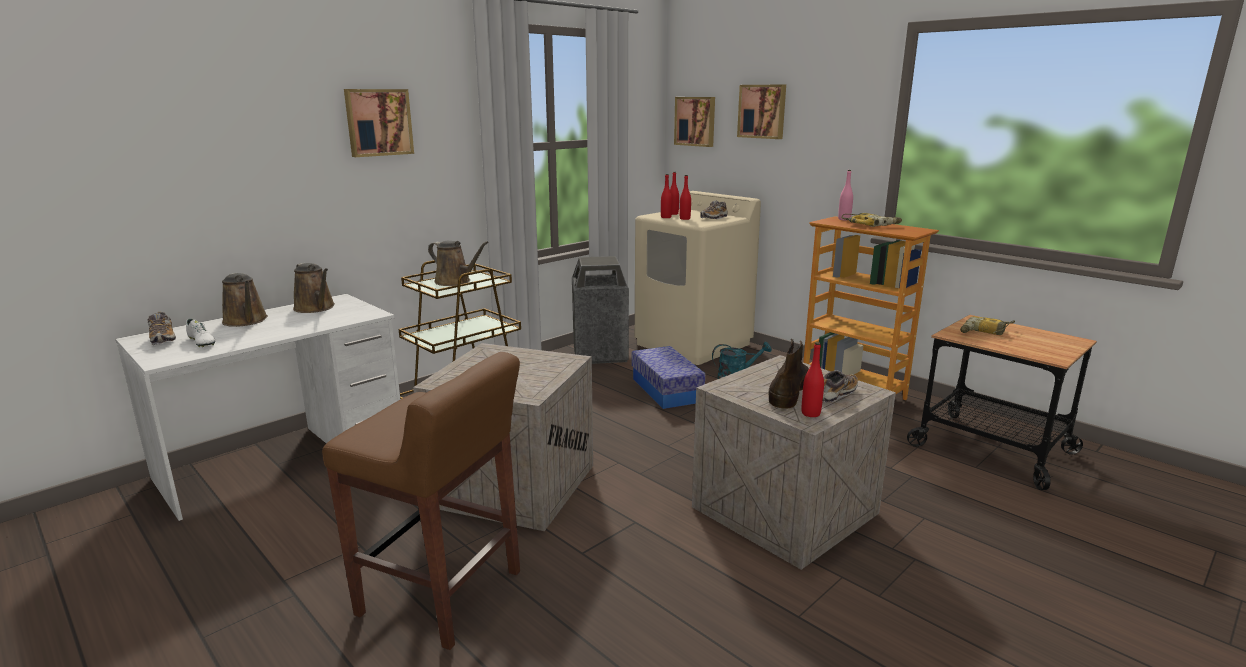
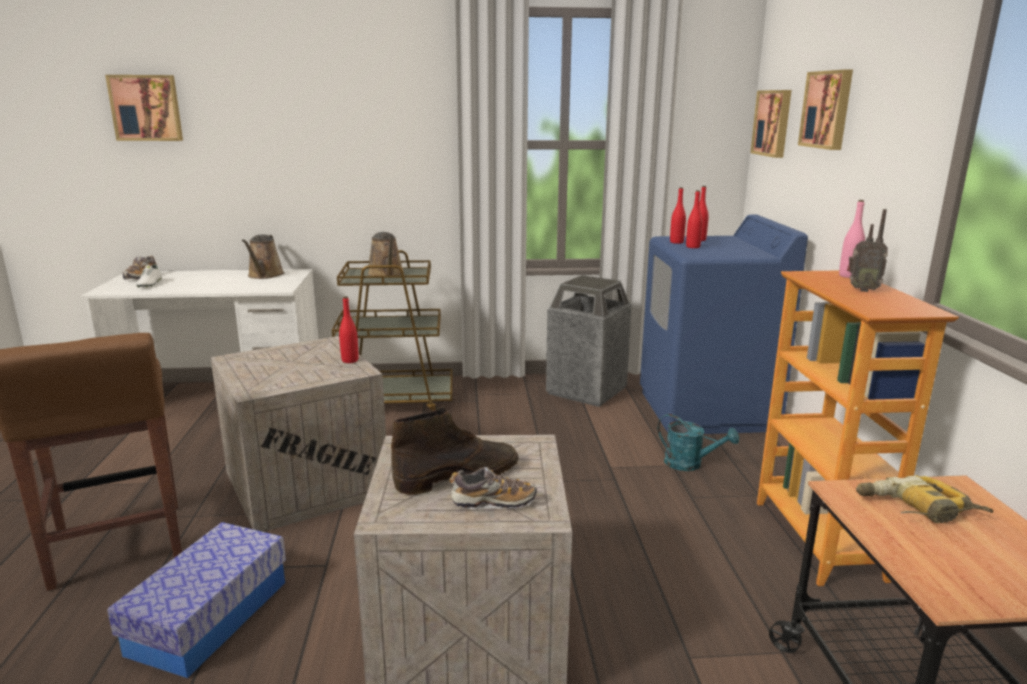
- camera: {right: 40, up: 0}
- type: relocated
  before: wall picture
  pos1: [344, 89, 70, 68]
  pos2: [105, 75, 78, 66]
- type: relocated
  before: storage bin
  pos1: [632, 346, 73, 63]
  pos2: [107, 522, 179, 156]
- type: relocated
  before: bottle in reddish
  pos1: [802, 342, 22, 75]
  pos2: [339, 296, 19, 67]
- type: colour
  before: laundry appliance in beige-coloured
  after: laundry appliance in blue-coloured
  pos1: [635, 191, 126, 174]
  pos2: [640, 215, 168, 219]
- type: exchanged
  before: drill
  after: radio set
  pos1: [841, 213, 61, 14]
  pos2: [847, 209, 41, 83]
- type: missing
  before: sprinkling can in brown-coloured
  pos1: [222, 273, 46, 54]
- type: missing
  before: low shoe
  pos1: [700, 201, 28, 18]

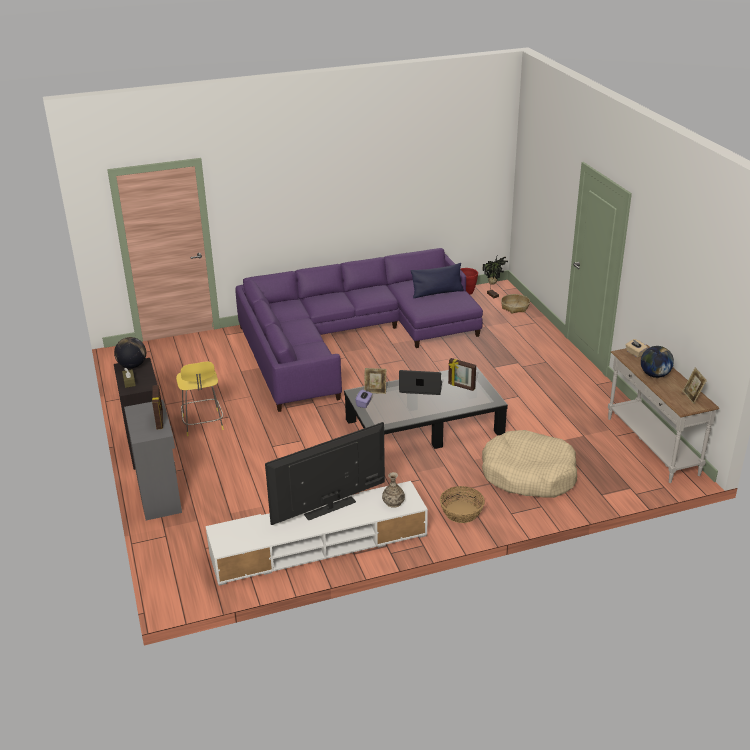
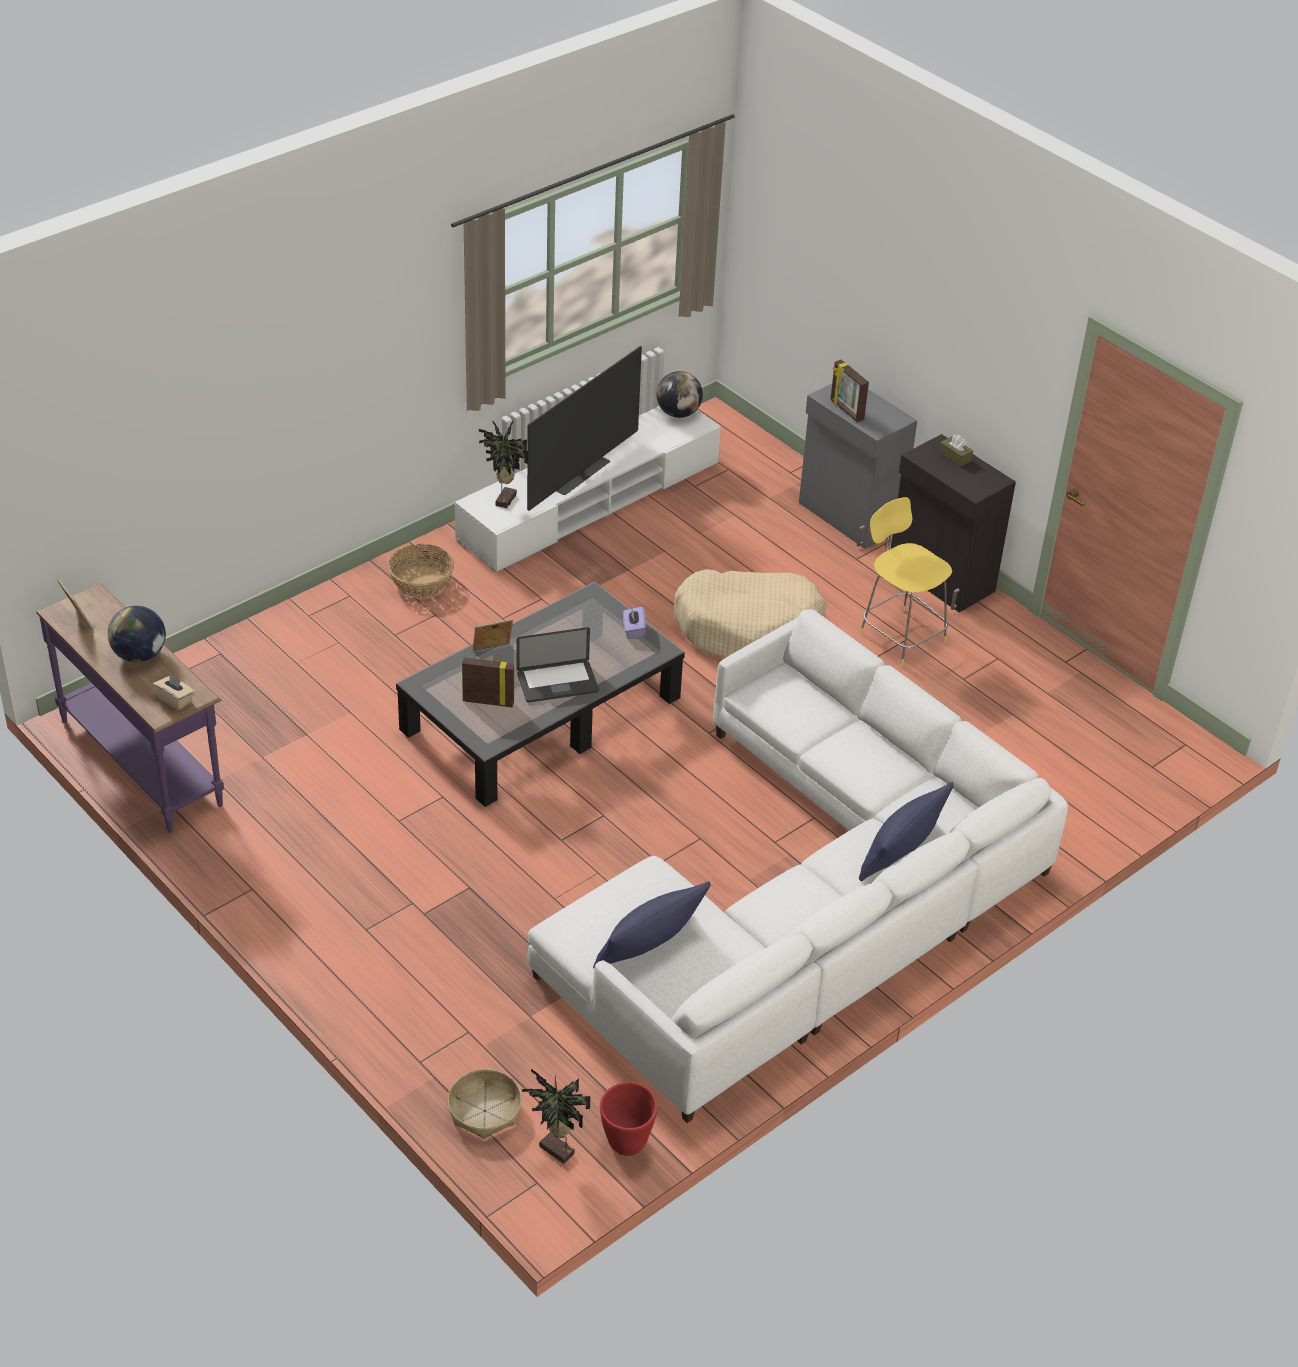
- camera: {right: 155, up: 10}
- type: colour
  before: console table in whitish
  after: console table in purple
  pos1: [608, 344, 111, 139]
  pos2: [36, 584, 188, 249]
- type: relocated
  before: photo frame
  pos1: [364, 368, 22, 26]
  pos2: [472, 619, 41, 32]
- type: exchanged
  before: vase
  after: plant in a pot
  pos1: [382, 472, 23, 36]
  pos2: [479, 421, 48, 88]
- type: colour
  before: sofa in purple
  after: sofa in whitish
  pos1: [236, 248, 247, 164]
  pos2: [527, 609, 541, 514]
- type: relocated
  before: world globe
  pos1: [114, 337, 32, 31]
  pos2: [656, 371, 47, 47]
- type: relocated
  before: dog bed in beige-coloured
  pos1: [482, 430, 95, 68]
  pos2: [673, 569, 154, 89]
- type: appeared
  after: pillow in blue-coloured
  pos2: [859, 782, 95, 99]

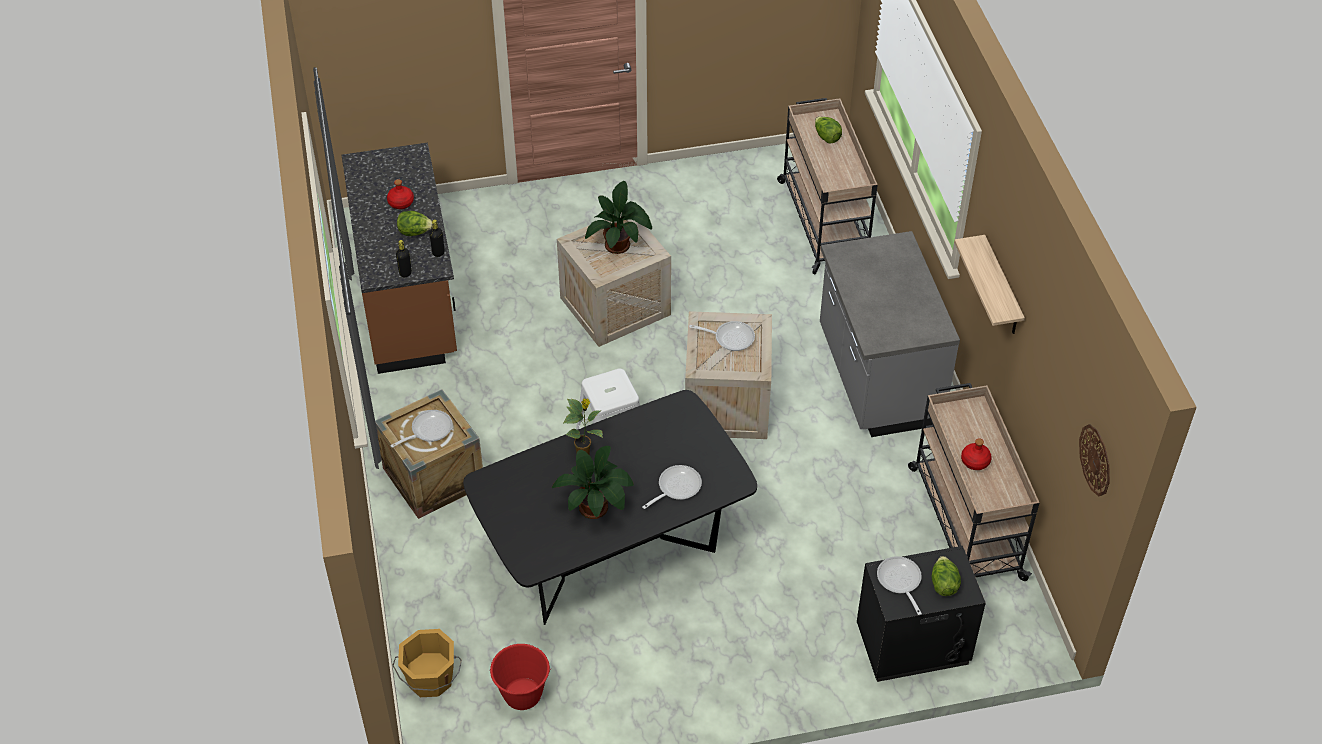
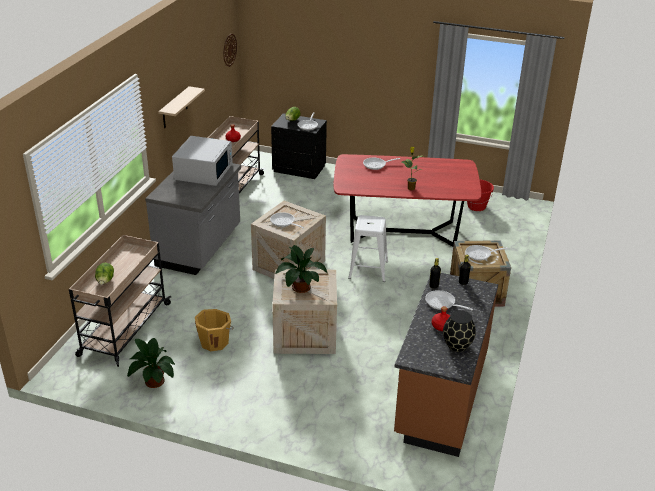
- camera: {right: -150, up: -15}
- type: relocated
  before: plant in a pot
  pos1: [552, 446, 82, 73]
  pos2: [127, 338, 48, 50]
- type: appeared
  after: microwave oven in whitish
  pos2: [172, 136, 61, 50]
- type: relocated
  before: water bucket in orange-coloured
  pos1: [393, 629, 69, 68]
  pos2: [195, 309, 38, 42]
- type: colour
  before: kitchen table in black-coloured
  after: kitchen table in reddish
  pos1: [463, 390, 294, 235]
  pos2: [334, 154, 147, 92]
- type: exchanged
  before: head of lettuce
  after: skillet
  pos1: [397, 211, 36, 25]
  pos2: [425, 290, 48, 20]
- type: appeared
  after: vase in black-coloured
  pos2: [443, 310, 33, 42]

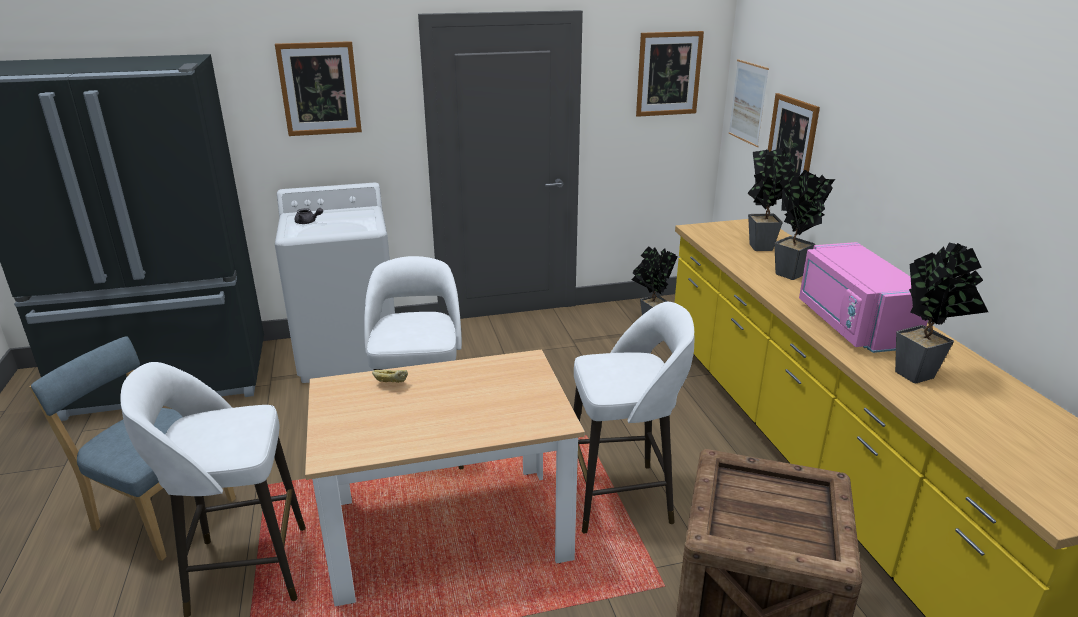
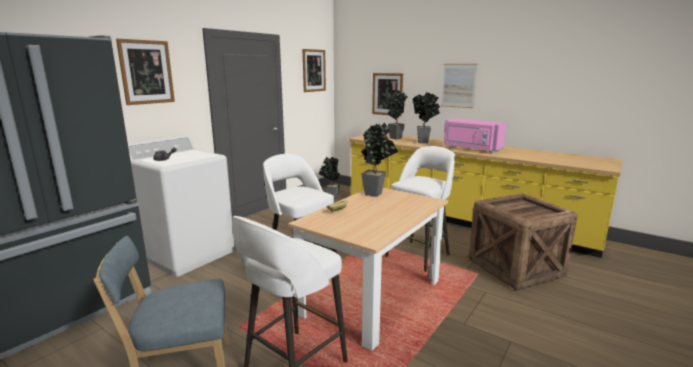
- camera: {right: -40, up: -10}
- type: relocated
  before: plant in a pot
  pos1: [895, 243, 93, 140]
  pos2: [361, 123, 37, 74]
- type: relocated
  before: wall picture
  pos1: [729, 59, 40, 88]
  pos2: [441, 64, 36, 44]

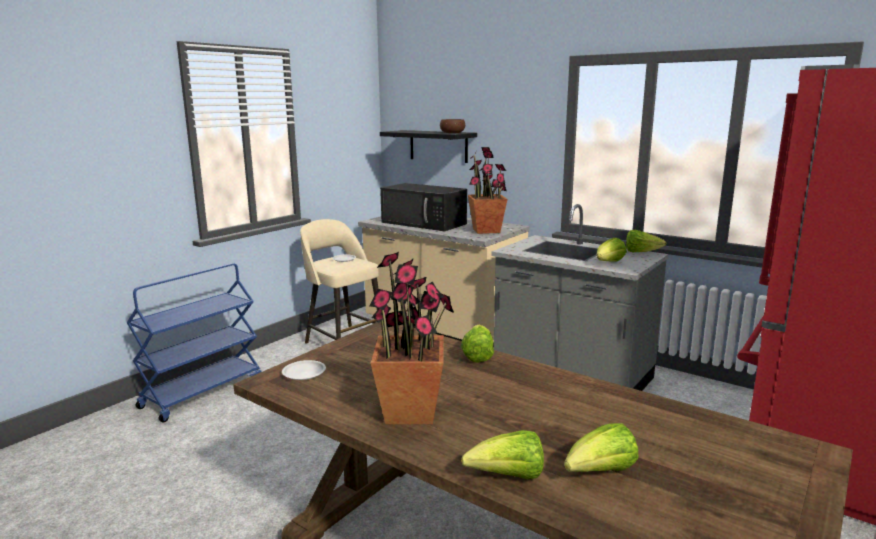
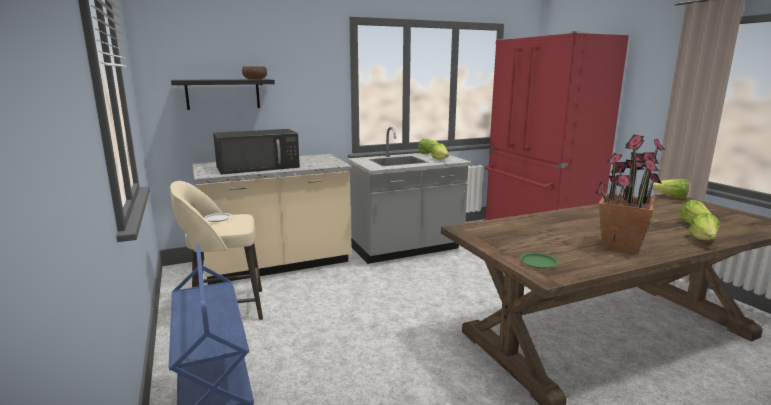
- camera: {right: -60, up: 0}
- type: colour
  before: flat dish in whitish
  after: flat dish in green
  pos1: [282, 360, 44, 20]
  pos2: [520, 253, 39, 16]
- type: relocated
  before: head of lettuce
  pos1: [461, 324, 33, 39]
  pos2: [650, 179, 39, 20]
- type: missing
  before: plant in a pot
  pos1: [468, 147, 40, 87]

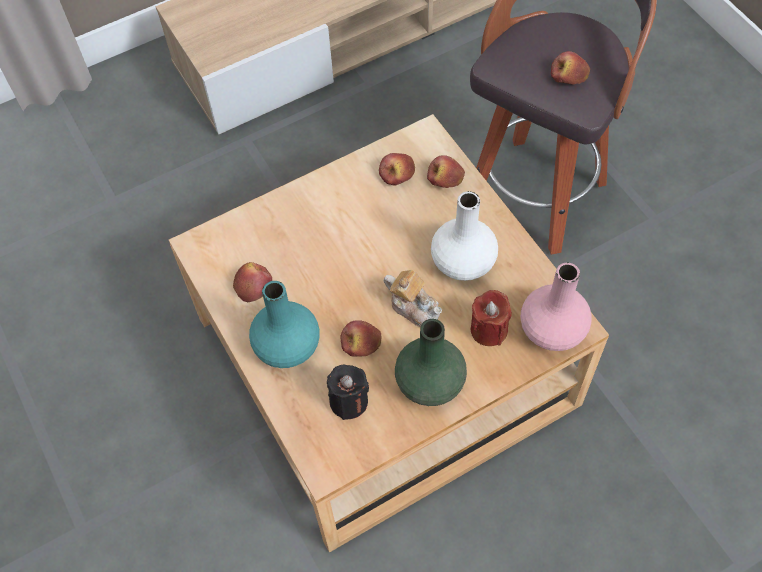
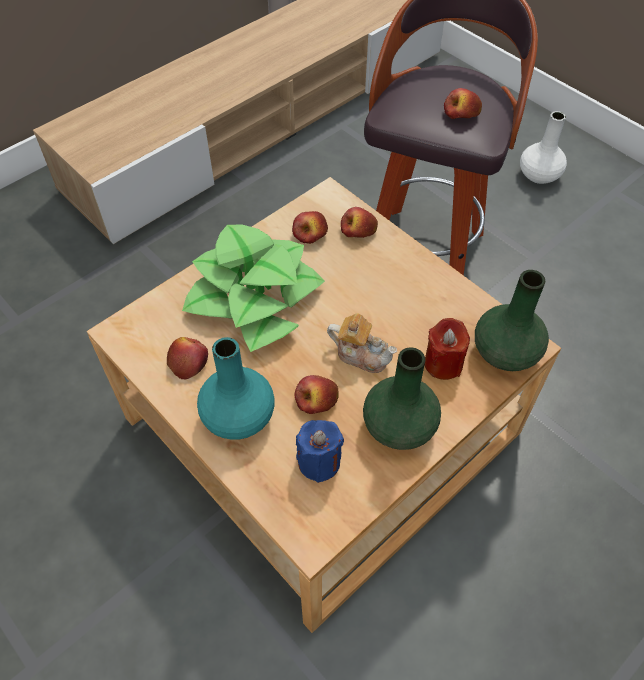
- camera: {right: -15, up: -5}
- type: appeared
  after: plant in a pot
  pos2: [182, 225, 143, 127]
- type: colour
  before: wax candle in black-coloured
  after: wax candle in blue-coloured
  pos1: [327, 364, 42, 56]
  pos2: [296, 420, 48, 63]
- type: colour
  before: vase in pink-coloured
  after: vase in green
  pos1: [520, 262, 72, 89]
  pos2: [475, 270, 74, 101]
- type: relocated
  before: vase in whitish
  pos1: [431, 191, 67, 90]
  pos2: [520, 111, 47, 73]

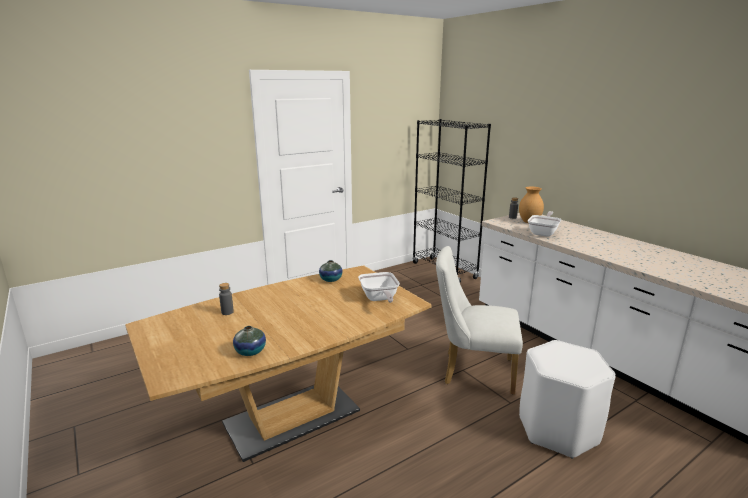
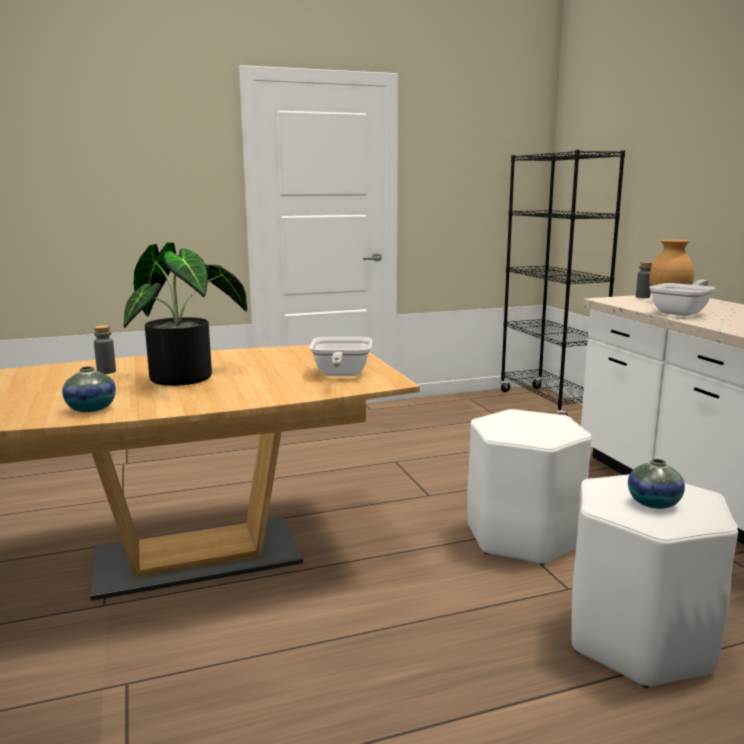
- camera: {right: 15, up: -5}
- type: appeared
  after: plant in a pot
  pos2: [124, 242, 123, 144]
- type: exchanged
  before: plain chair in whitish
  after: sitting stool in whitish
  pos1: [436, 246, 87, 149]
  pos2: [467, 409, 125, 157]
- type: relocated
  before: vase
  pos1: [319, 260, 24, 22]
  pos2: [628, 459, 57, 50]

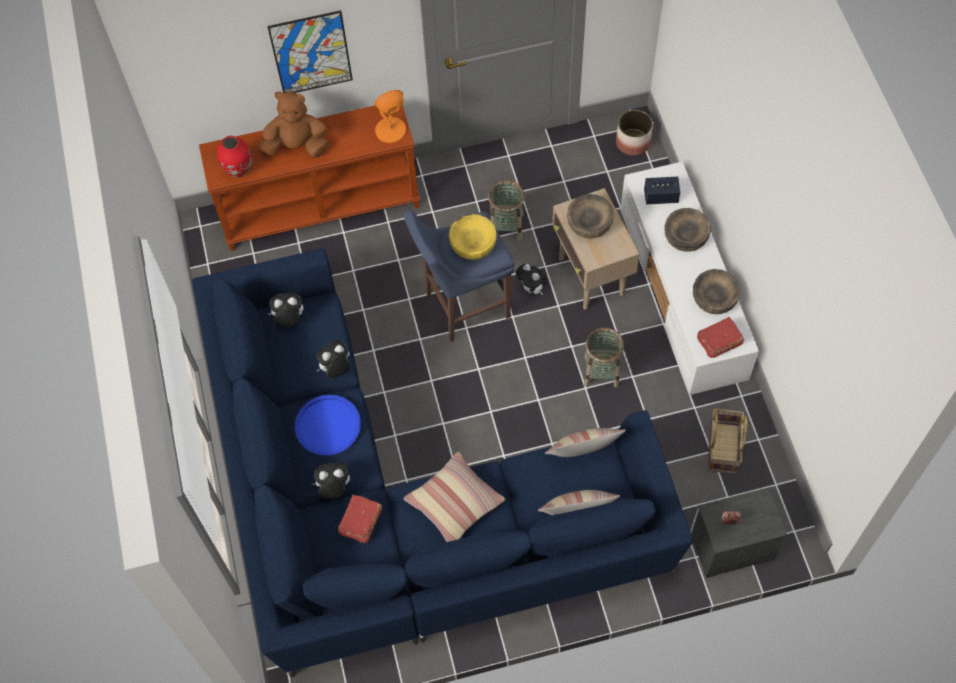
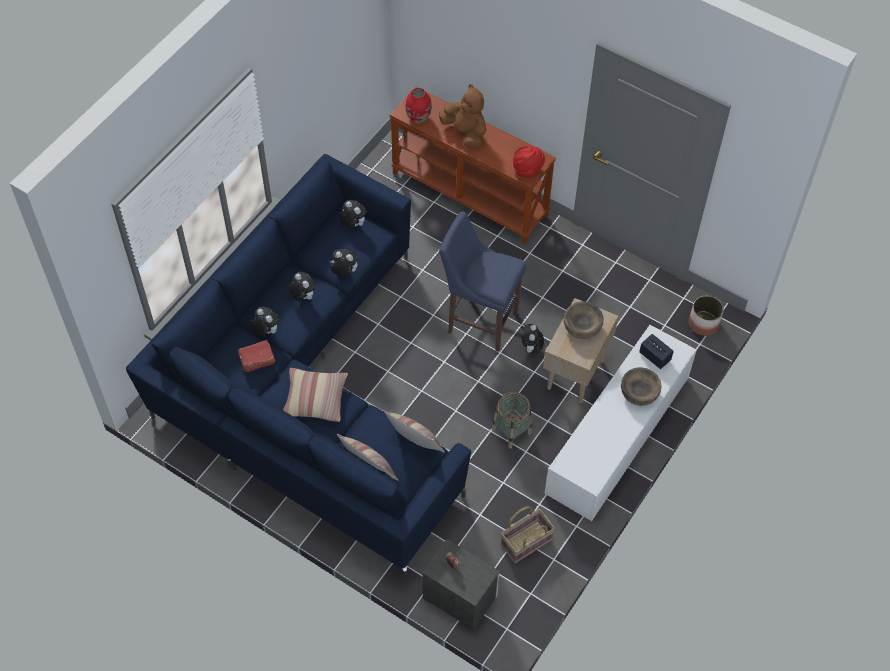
- camera: {right: 45, up: -5}
- type: exchanged
  before: tray in blue-coloured
  after: plush toy
  pos1: [295, 395, 66, 61]
  pos2: [288, 272, 28, 29]
- type: exchanged
  before: tabletop lamp in orange-coloured
  after: hat in reddish
  pos1: [375, 90, 31, 53]
  pos2: [512, 146, 33, 32]
- type: missing
  before: wall picture
  pos1: [267, 10, 86, 83]
- type: missing
  before: bowl in yellow-coloured
  pos1: [449, 214, 48, 46]
- type: missing
  before: household basket
  pos1: [488, 180, 36, 61]
- type: missing
  before: bowl in brown-coloured
  pos1: [693, 269, 47, 45]
- type: missing
  before: book in reddish
  pos1: [697, 317, 47, 41]

